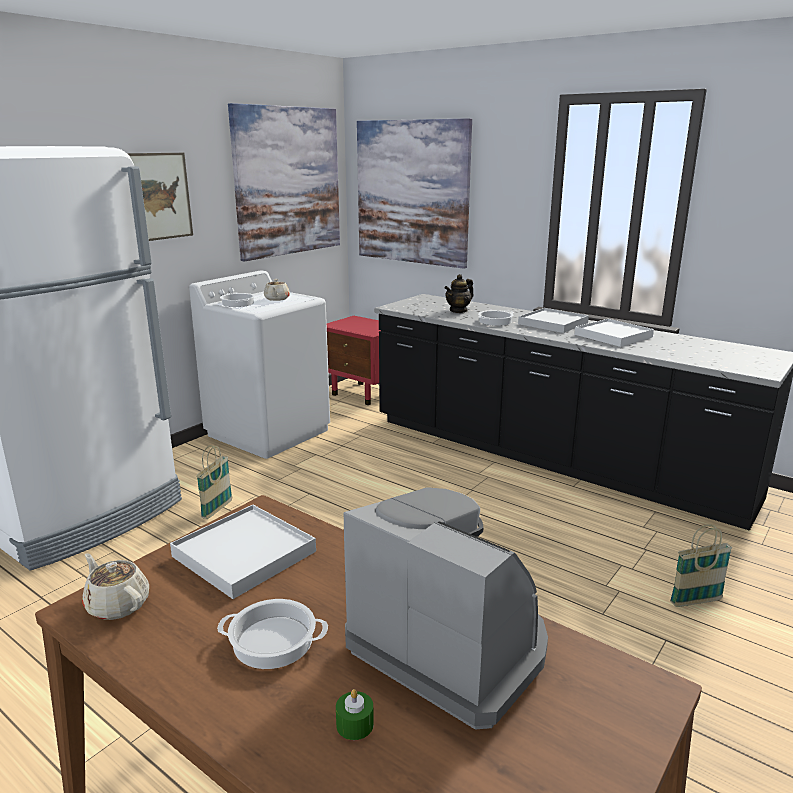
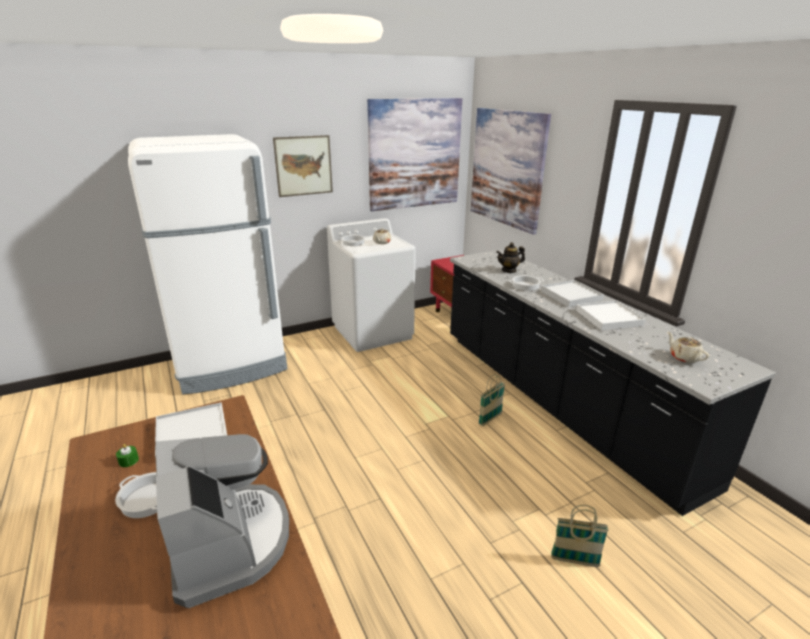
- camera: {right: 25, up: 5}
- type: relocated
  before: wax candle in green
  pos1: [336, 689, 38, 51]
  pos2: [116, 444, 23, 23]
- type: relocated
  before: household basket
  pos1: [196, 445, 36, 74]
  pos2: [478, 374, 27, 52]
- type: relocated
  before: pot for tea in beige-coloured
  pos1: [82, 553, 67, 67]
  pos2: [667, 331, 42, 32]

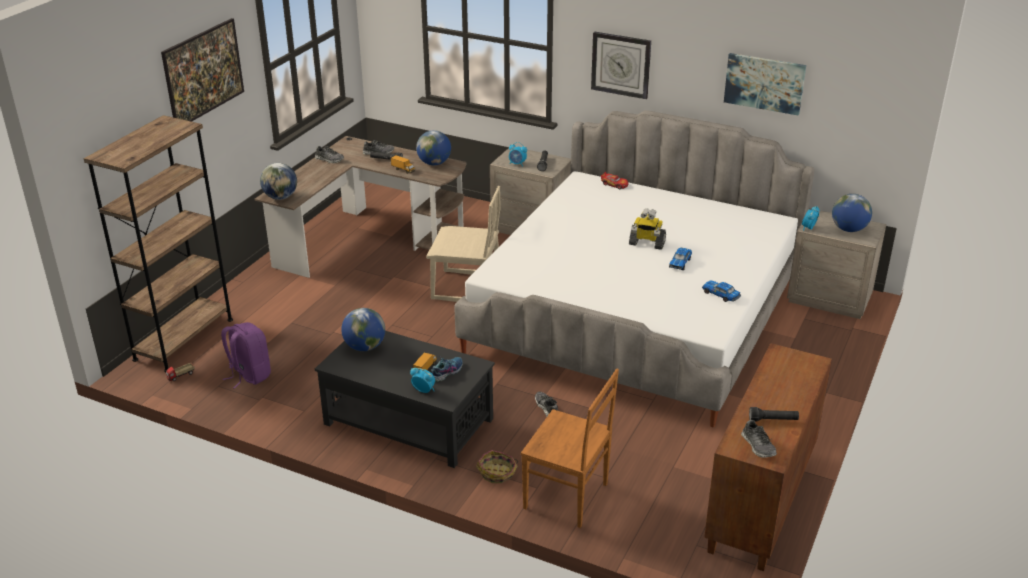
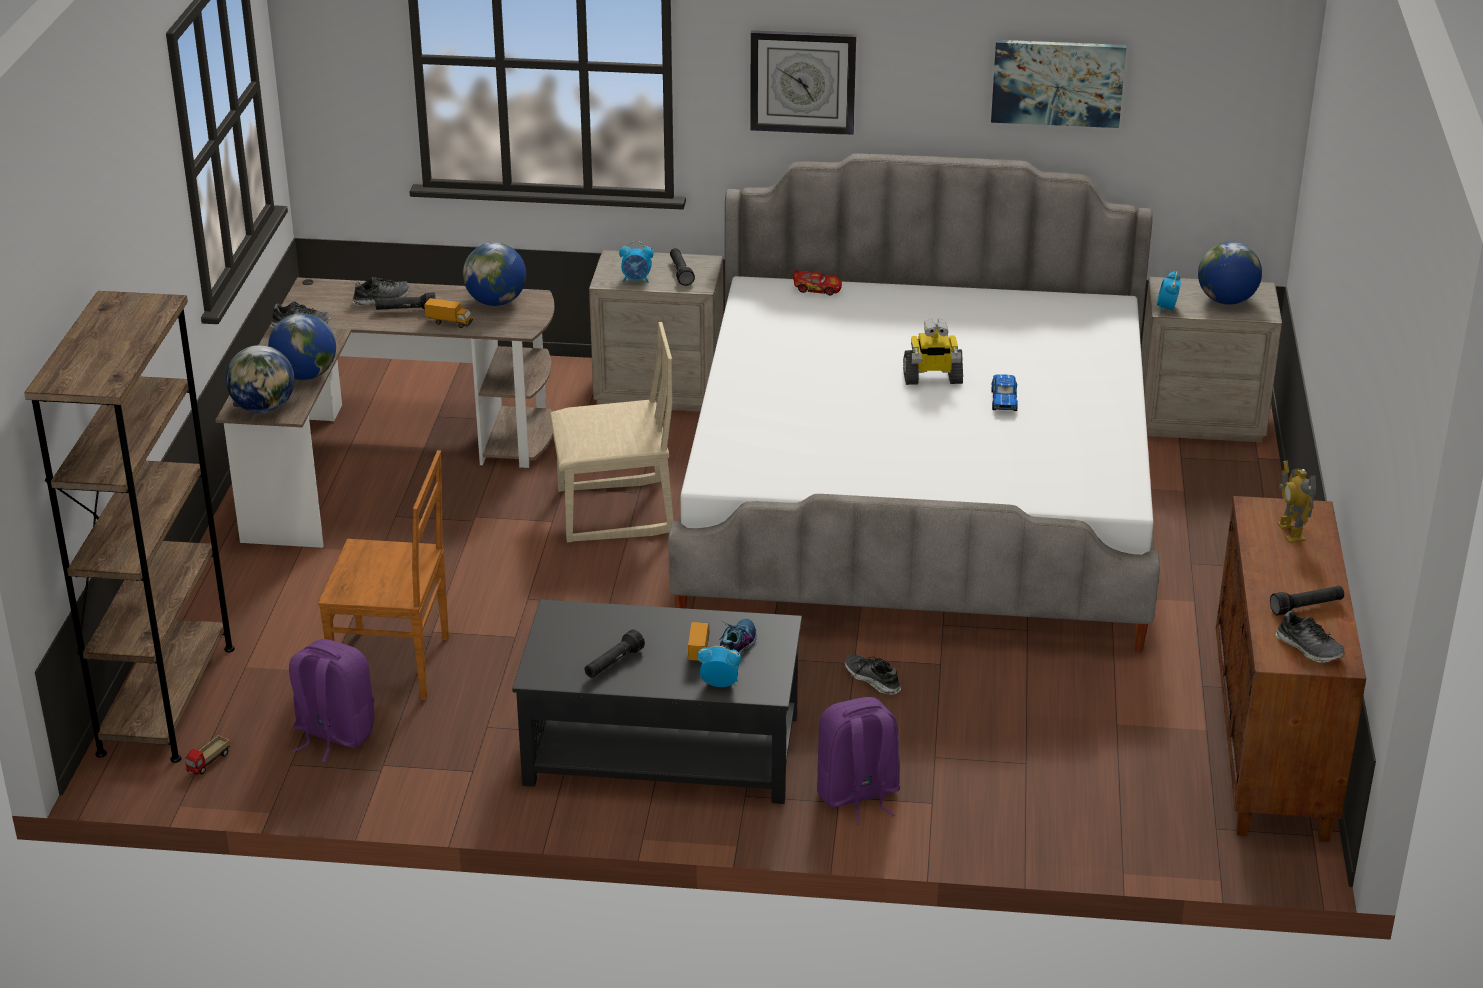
- camera: {right: -20, up: 0}
- type: relocated
  before: world globe
  pos1: [341, 308, 44, 43]
  pos2: [268, 313, 68, 67]
- type: relocated
  before: plain chair in brown-coloured
  pos1: [521, 369, 98, 159]
  pos2: [318, 450, 131, 250]
- type: appeared
  after: hand torch in black-coloured
  pos2: [585, 629, 60, 49]
- type: exchanged
  before: household basket
  after: rucksack in purple
  pos1: [476, 450, 42, 33]
  pos2: [817, 697, 83, 127]
- type: appeared
  after: toy robot
  pos2: [1277, 461, 39, 82]
- type: missing
  before: wall picture
  pos1: [161, 18, 83, 104]
- type: missing
  before: model car
  pos1: [702, 280, 39, 22]

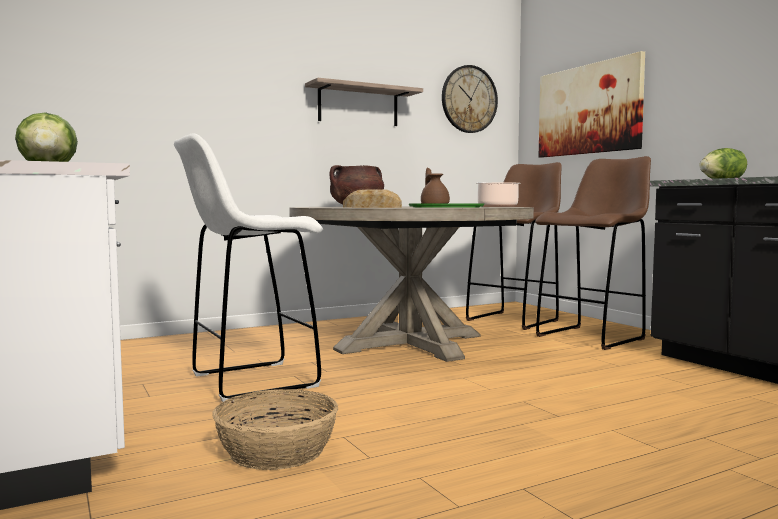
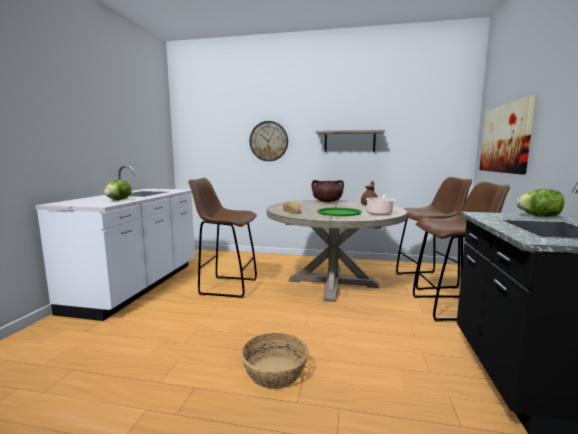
- camera: {right: 40, up: 5}
- type: colour
  before: sitting stool in whitish
  after: sitting stool in brown-coloured
  pos1: [174, 133, 149, 269]
  pos2: [189, 178, 68, 120]
- type: relocated
  before: household basket
  pos1: [212, 389, 126, 81]
  pos2: [241, 333, 67, 56]
- type: relocated
  before: wall clock
  pos1: [442, 65, 56, 68]
  pos2: [250, 121, 38, 40]

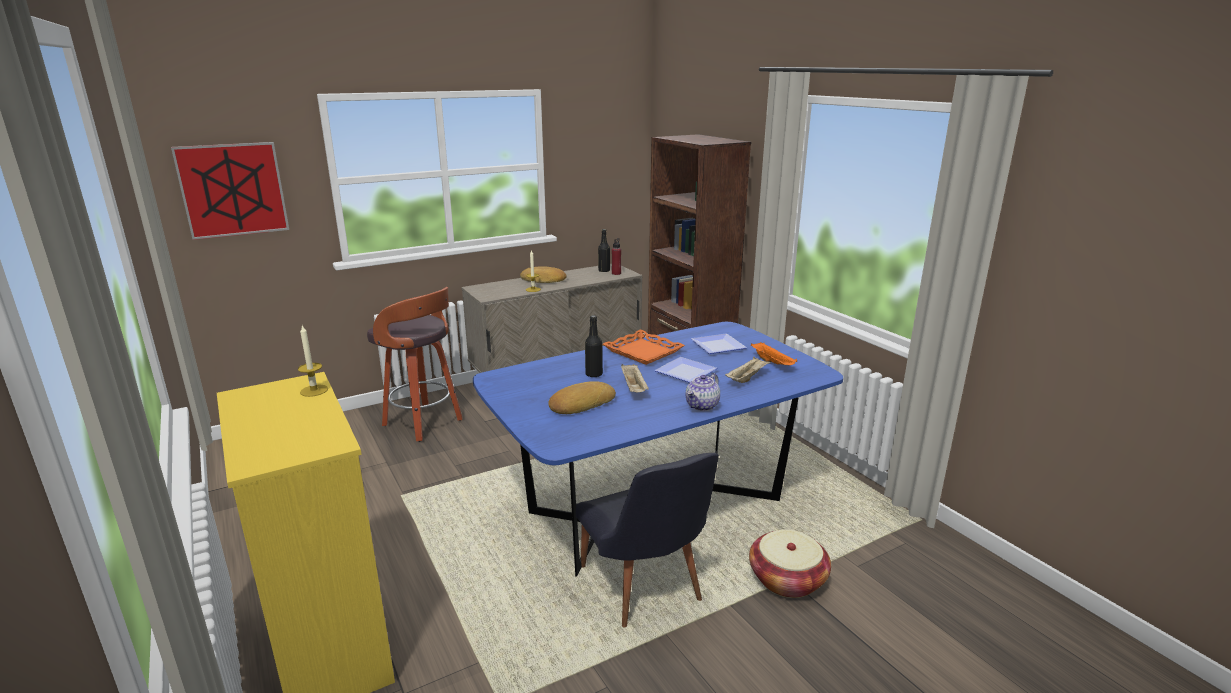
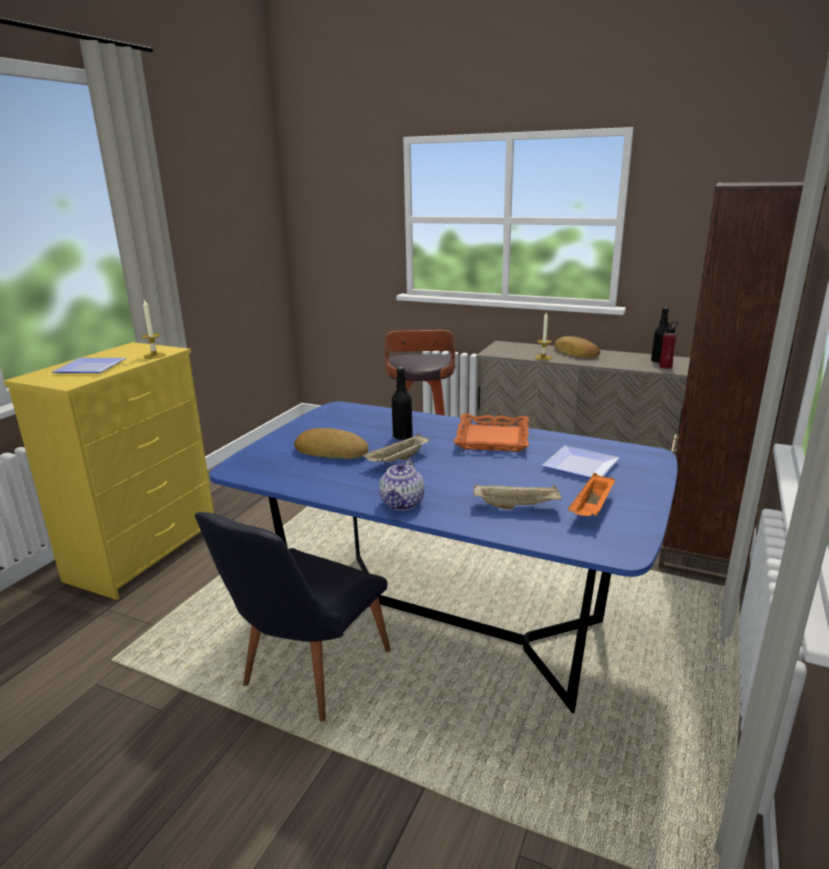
- camera: {right: 55, up: 0}
- type: relocated
  before: flat dish
  pos1: [654, 357, 63, 26]
  pos2: [52, 358, 74, 15]
- type: spun
  before: pot for tea
  pos1: [686, 373, 34, 38]
  pos2: [379, 459, 46, 51]
  turn: -75
- type: missing
  before: wall picture
  pos1: [171, 142, 118, 98]
- type: missing
  before: household basket
  pos1: [749, 529, 82, 69]

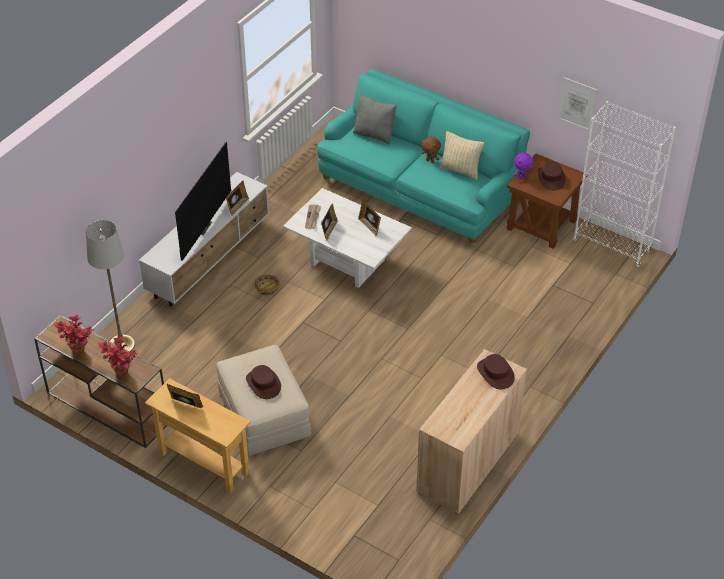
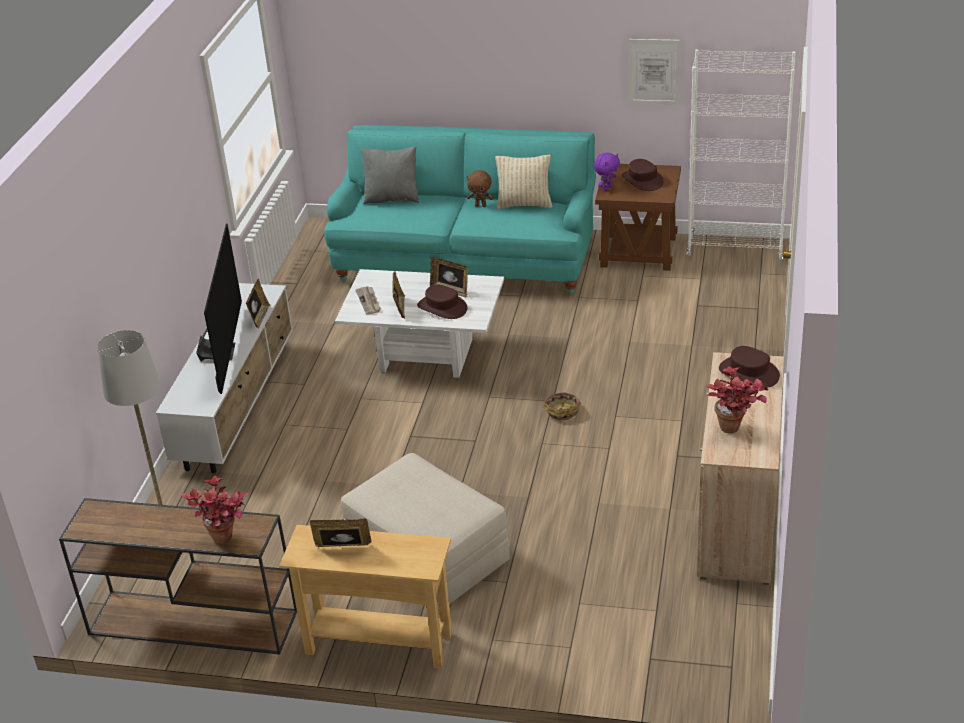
- camera: {right: -20, up: -10}
- type: relocated
  before: hat in brown-coloured
  pos1: [246, 365, 35, 34]
  pos2: [417, 285, 51, 34]
- type: relocated
  before: household basket
  pos1: [255, 275, 25, 20]
  pos2: [543, 392, 38, 29]
- type: relocated
  before: plant in a pot
  pos1: [53, 315, 42, 40]
  pos2: [706, 366, 63, 67]

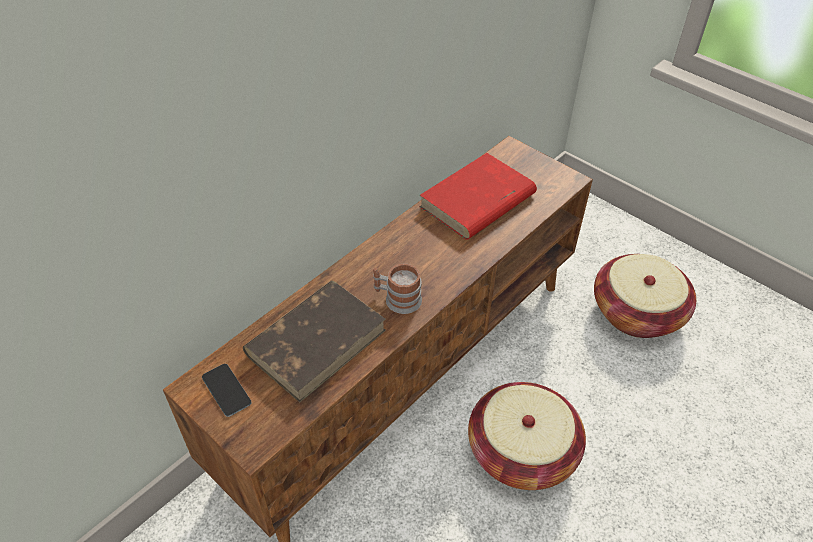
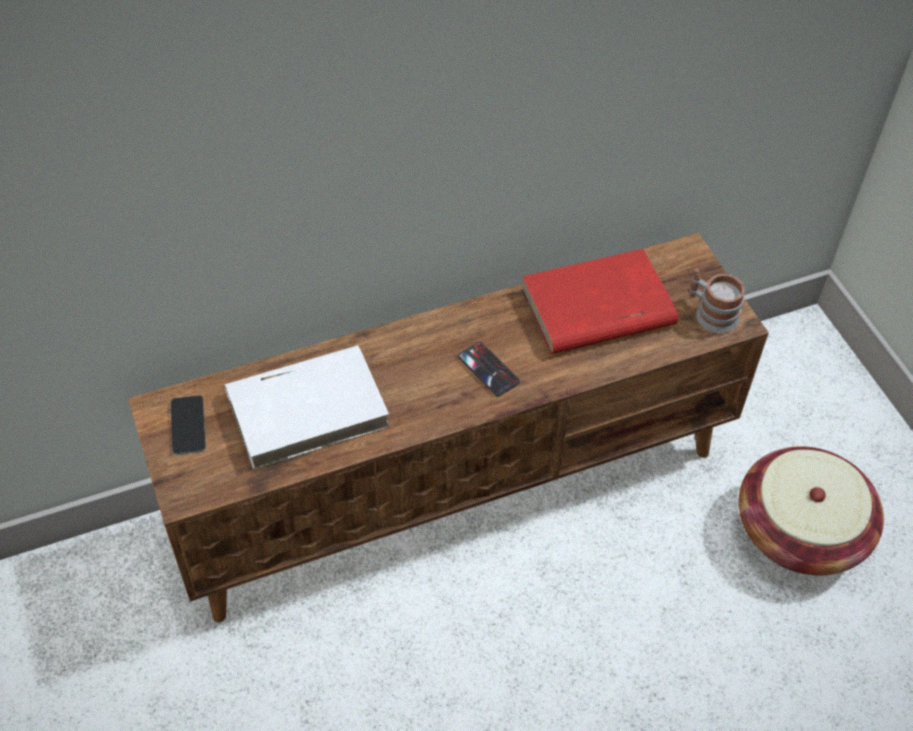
- camera: {right: 25, up: 5}
- type: colour
  before: book in brown-coloured
  after: book in whitish
  pos1: [243, 281, 143, 122]
  pos2: [225, 345, 165, 125]
- type: appeared
  after: telephone
  pos2: [458, 342, 62, 54]
- type: relocated
  before: tea mug
  pos1: [373, 263, 49, 51]
  pos2: [689, 268, 56, 65]
- type: missing
  before: household basket
  pos1: [468, 382, 118, 108]

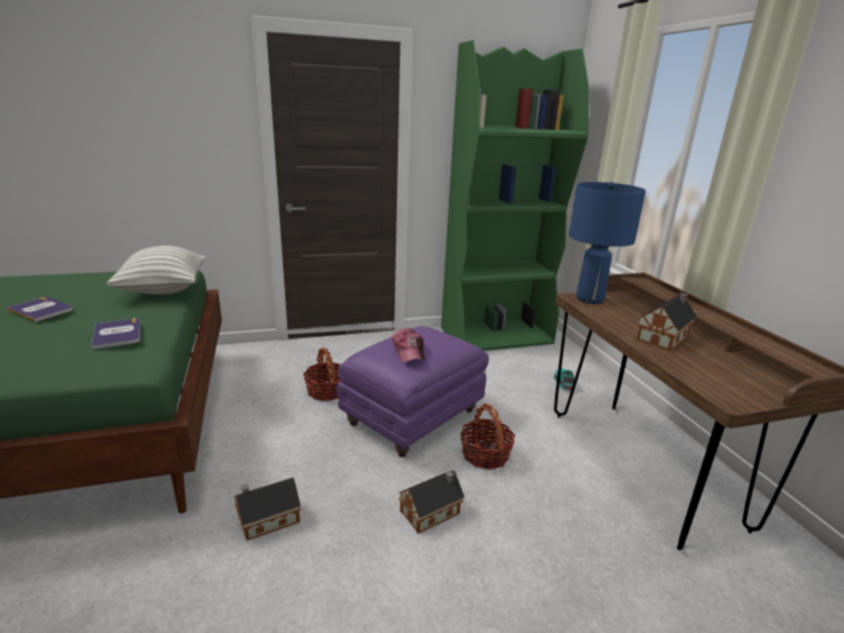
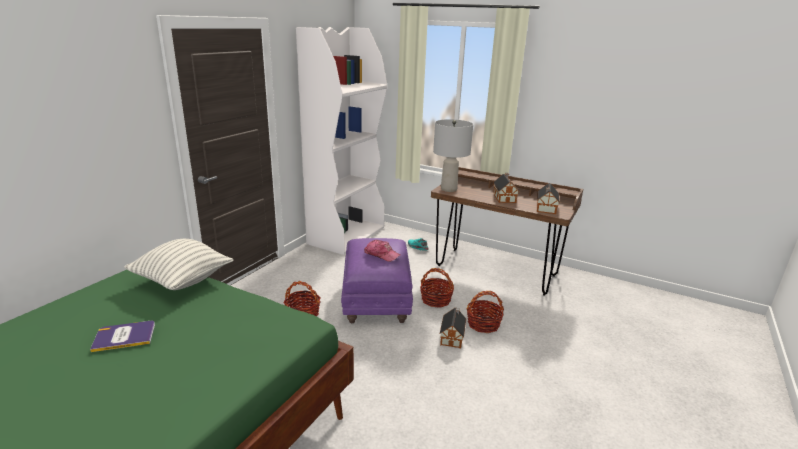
- camera: {right: -45, up: 0}
- type: colour
  before: bookshelf in green
  after: bookshelf in whitish
  pos1: [441, 40, 149, 311]
  pos2: [296, 27, 91, 228]
- type: colour
  before: tabletop lamp in blue-coloured
  after: tabletop lamp in grey
  pos1: [569, 182, 77, 122]
  pos2: [433, 119, 40, 73]
- type: appeared
  after: household basket
  pos2: [466, 291, 38, 42]
- type: relocated
  before: miniature house
  pos1: [234, 478, 67, 63]
  pos2: [537, 183, 23, 31]
- type: missing
  before: book
  pos1: [91, 318, 49, 32]

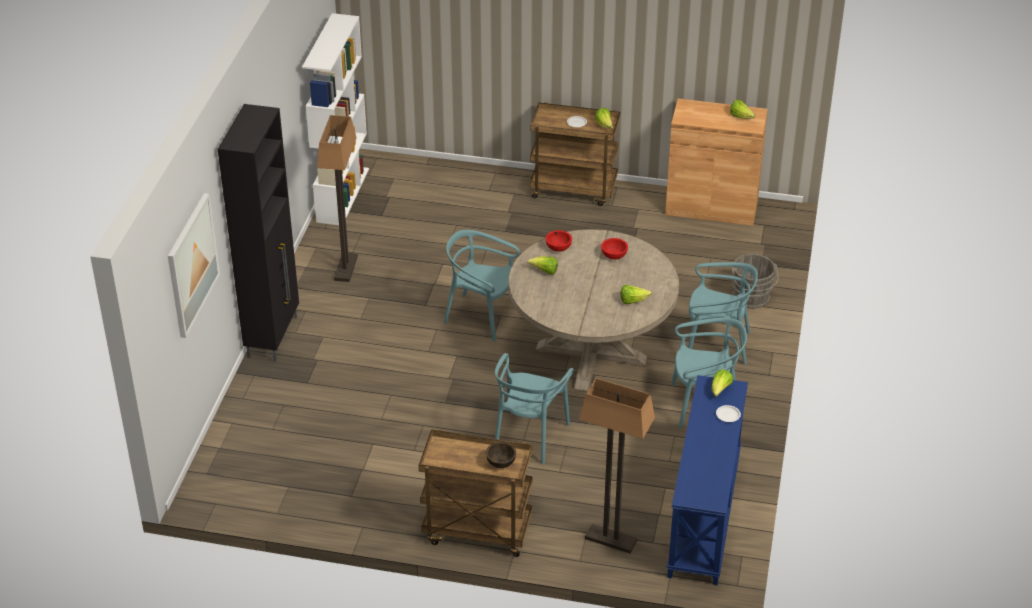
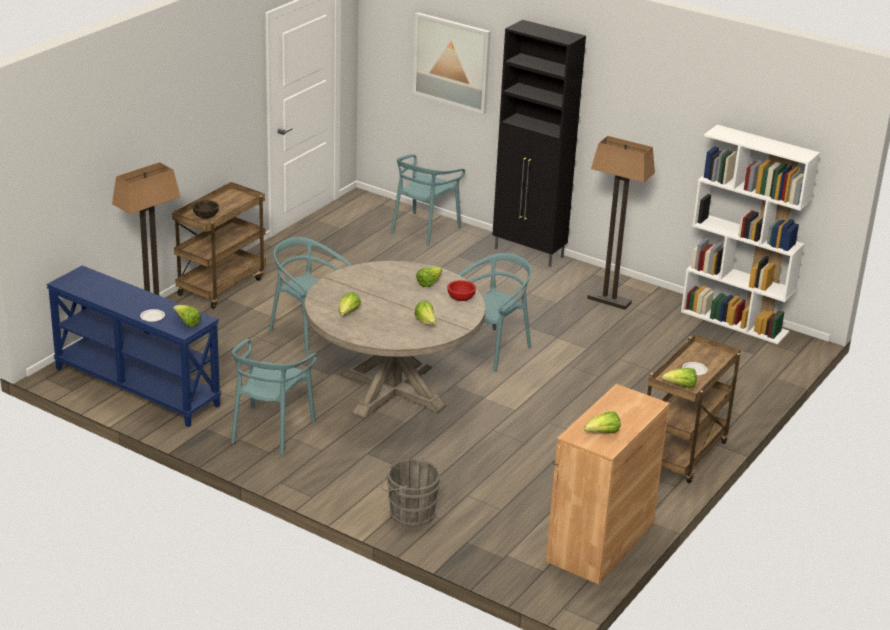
- camera: {right: 110, up: -10}
- type: relocated
  before: plain chair in turquoise
  pos1: [688, 262, 70, 103]
  pos2: [391, 154, 74, 92]
- type: exchanged
  before: bowl in reddish
  after: head of lettuce
  pos1: [601, 238, 27, 21]
  pos2: [415, 301, 21, 24]

